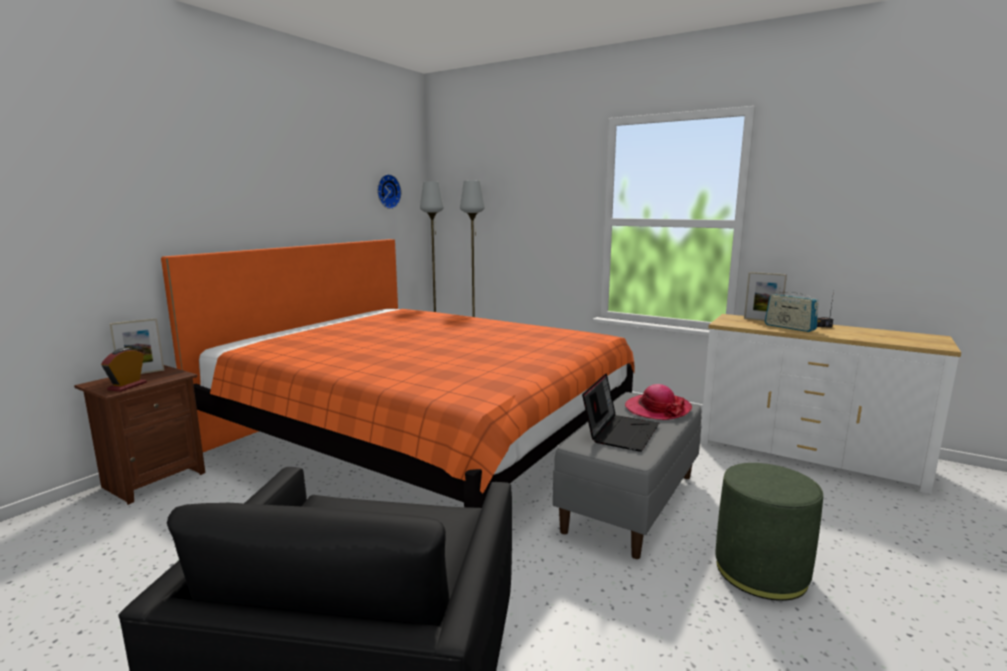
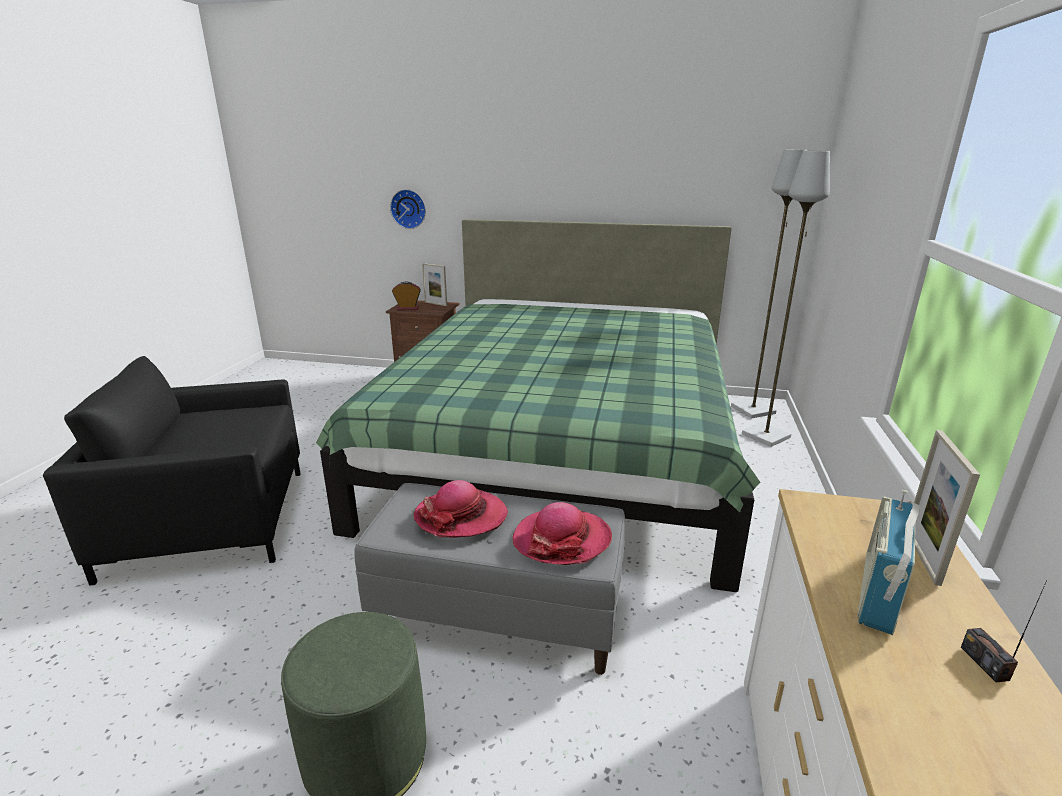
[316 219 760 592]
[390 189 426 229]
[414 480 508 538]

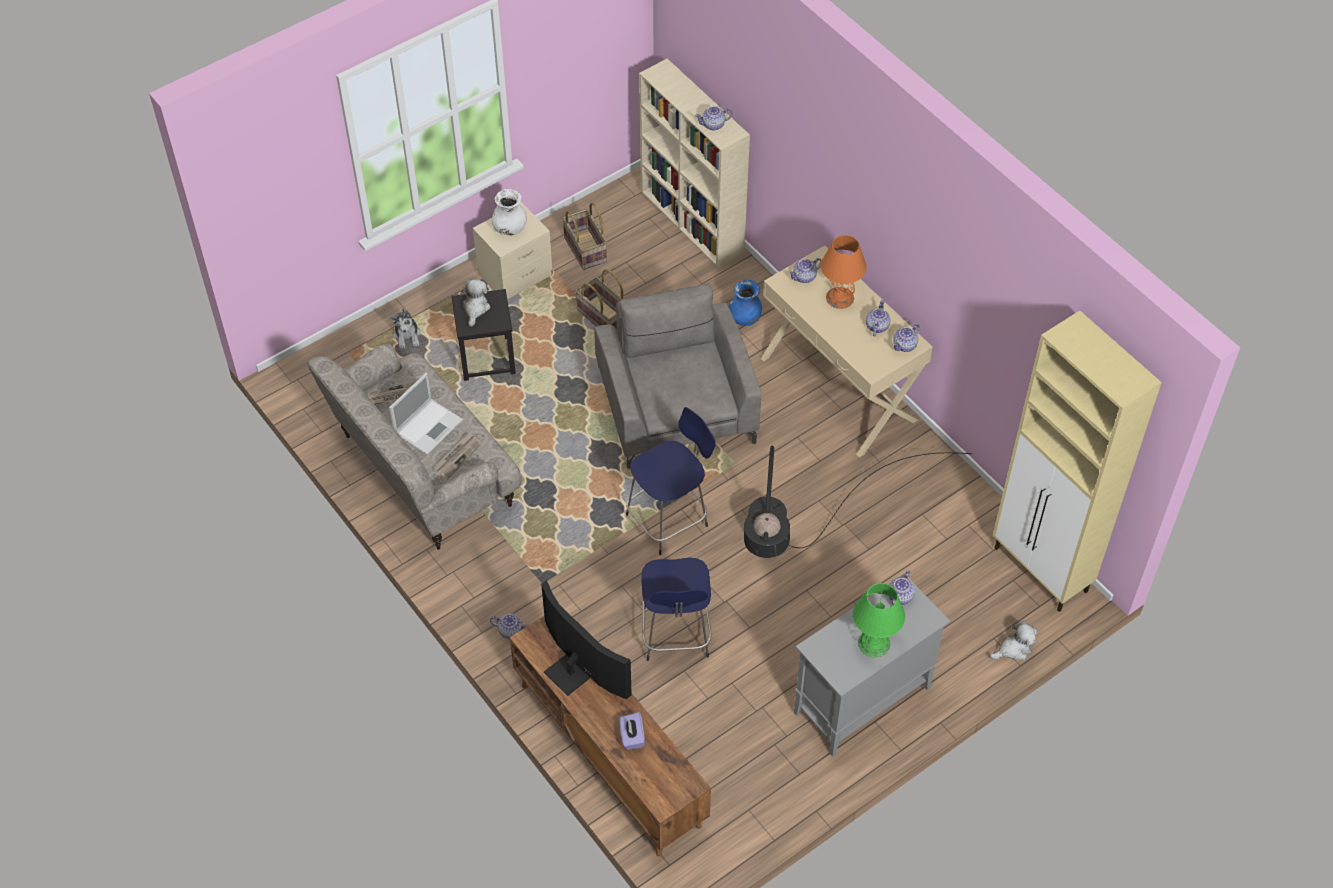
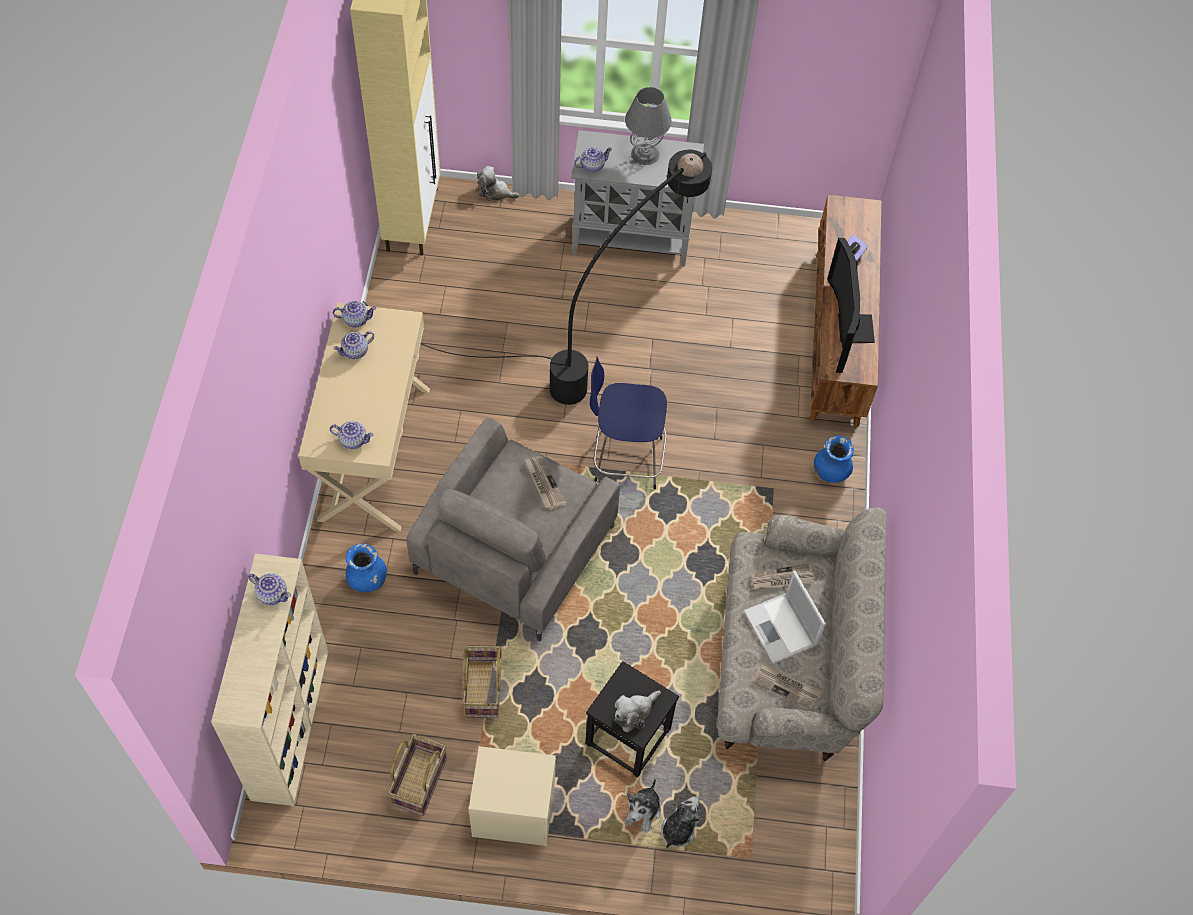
[744 571 826 664]
[814 435 854 483]
[492 189 527 236] (first image)
[641 558 712 661] (first image)
[821 235 867 309] (first image)
[625 87 672 165]
[525 456 567 510]
[625 779 661 833]

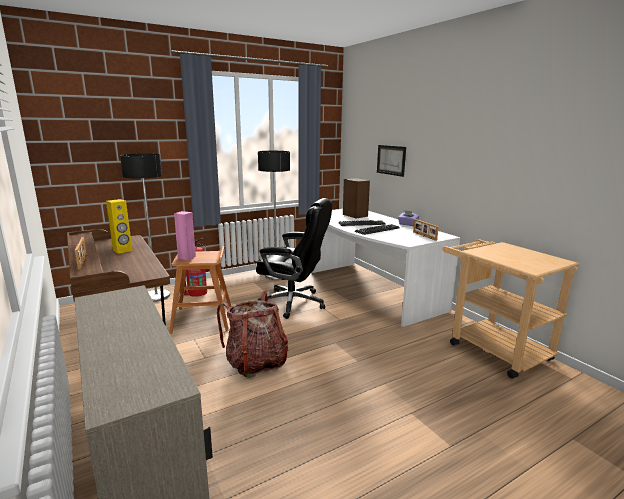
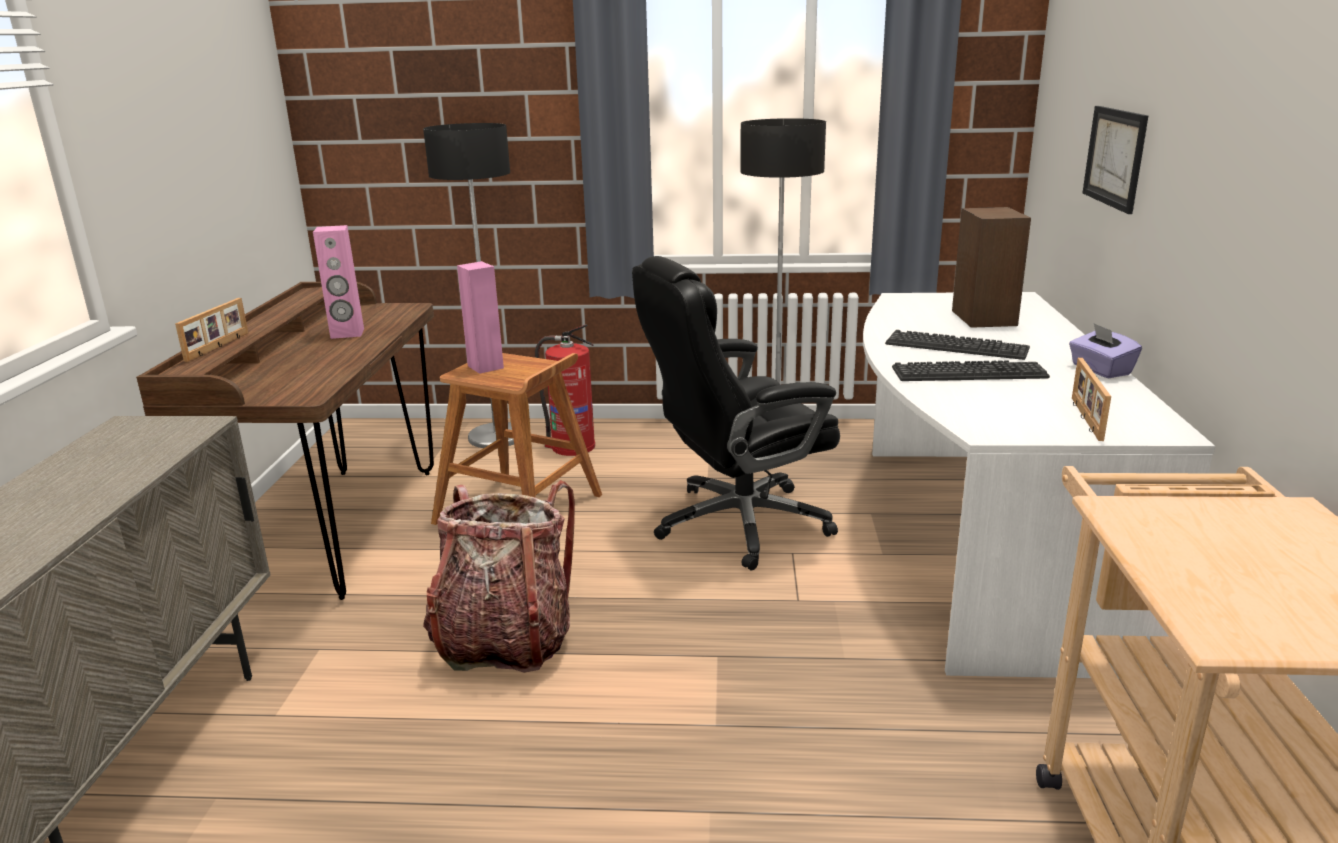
[313 225 364 339]
[632 256 840 570]

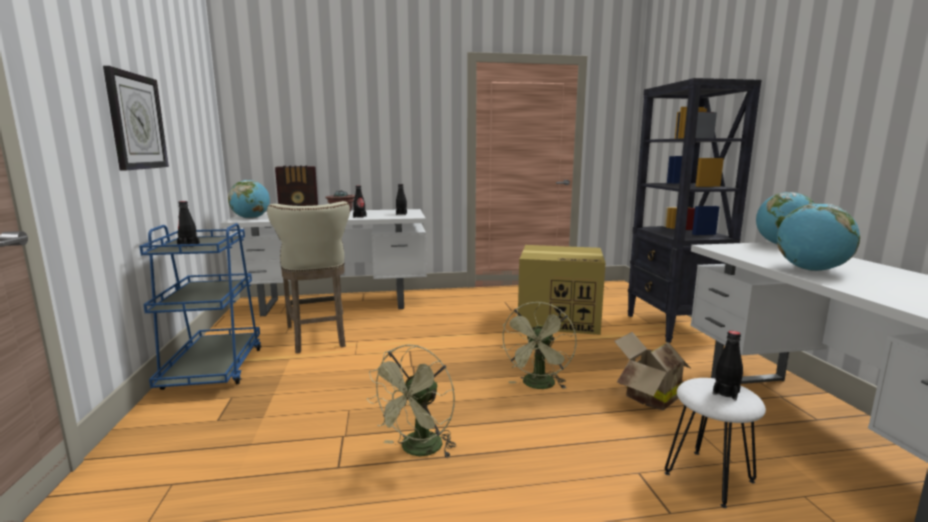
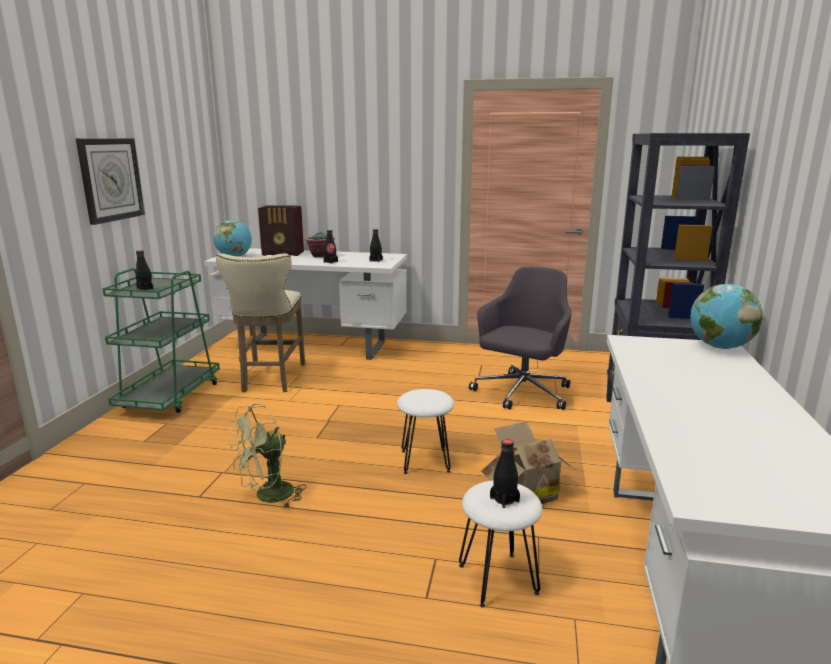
[102 268 220 413]
[397 389 454 474]
[469 266 572 410]
[777 204 860 271] (first image)

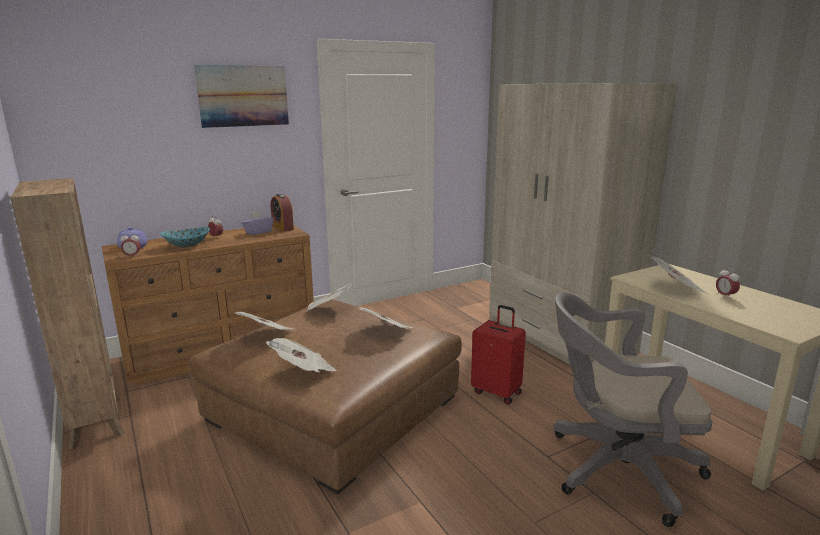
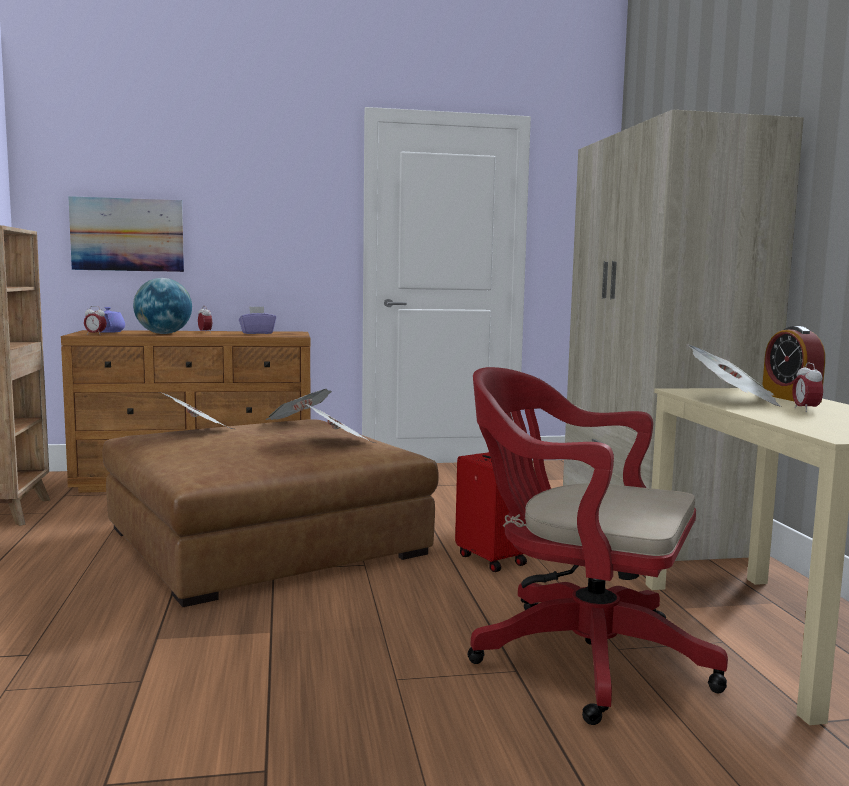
[133 278 192 334]
[68 196 184 272]
[266 338 336 373] (first image)
[762 326 825 402]
[468 367 728 725]

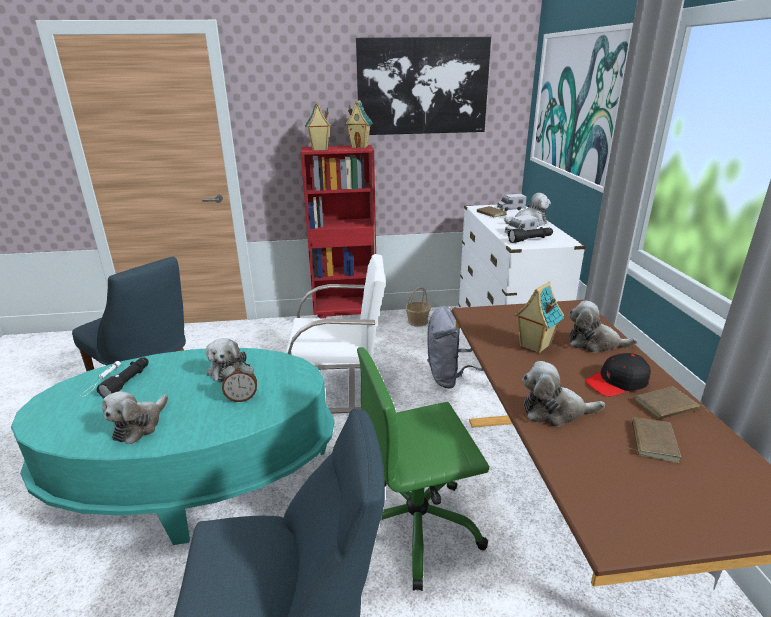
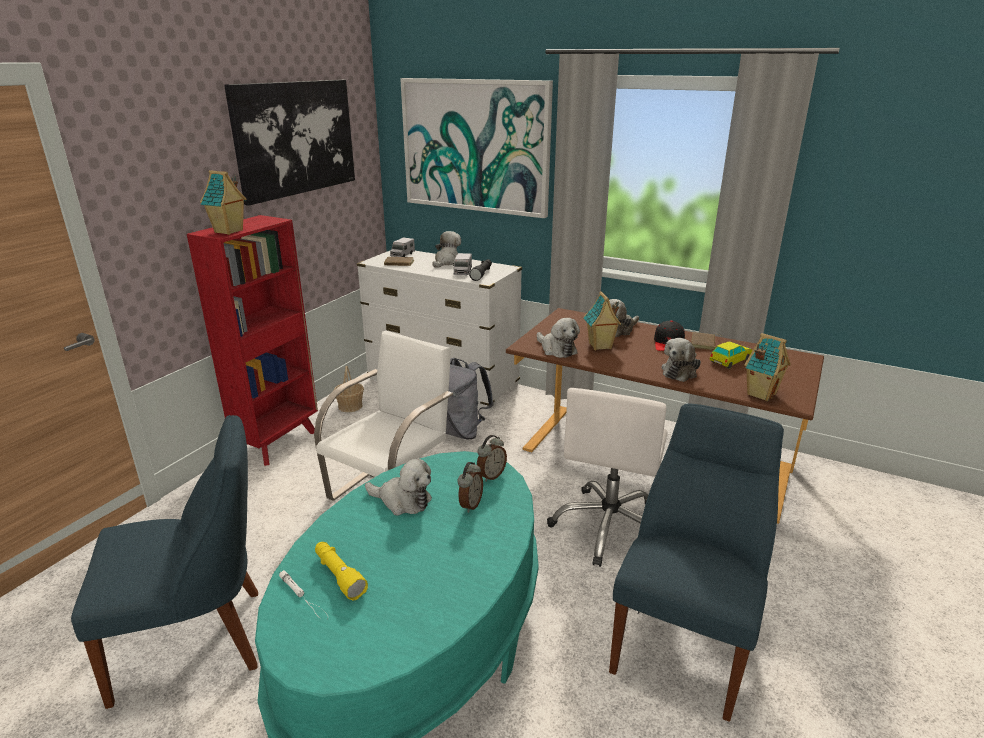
[315 542 368 600]
[537 318 580 358]
[744 333 791 401]
[547 388 668 567]
[710 341 753 369]
[477 435 507 482]

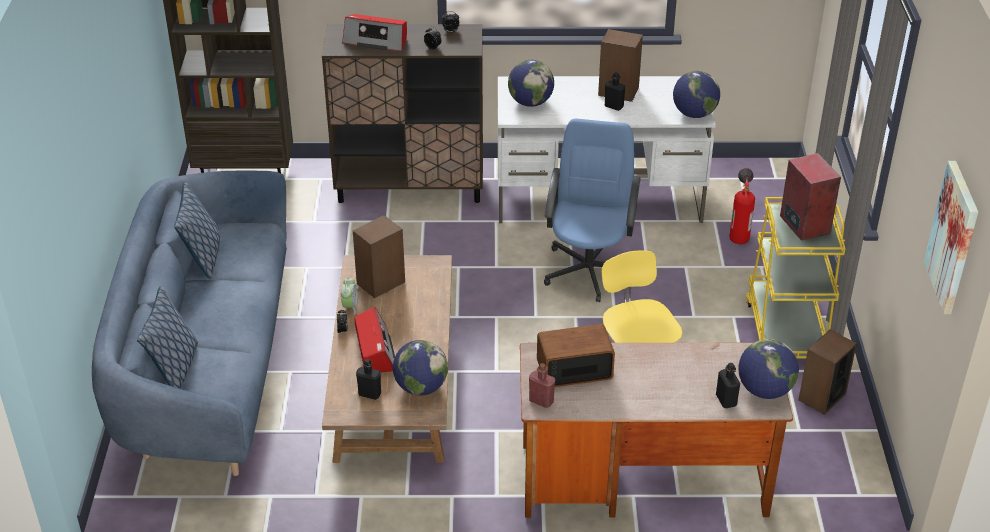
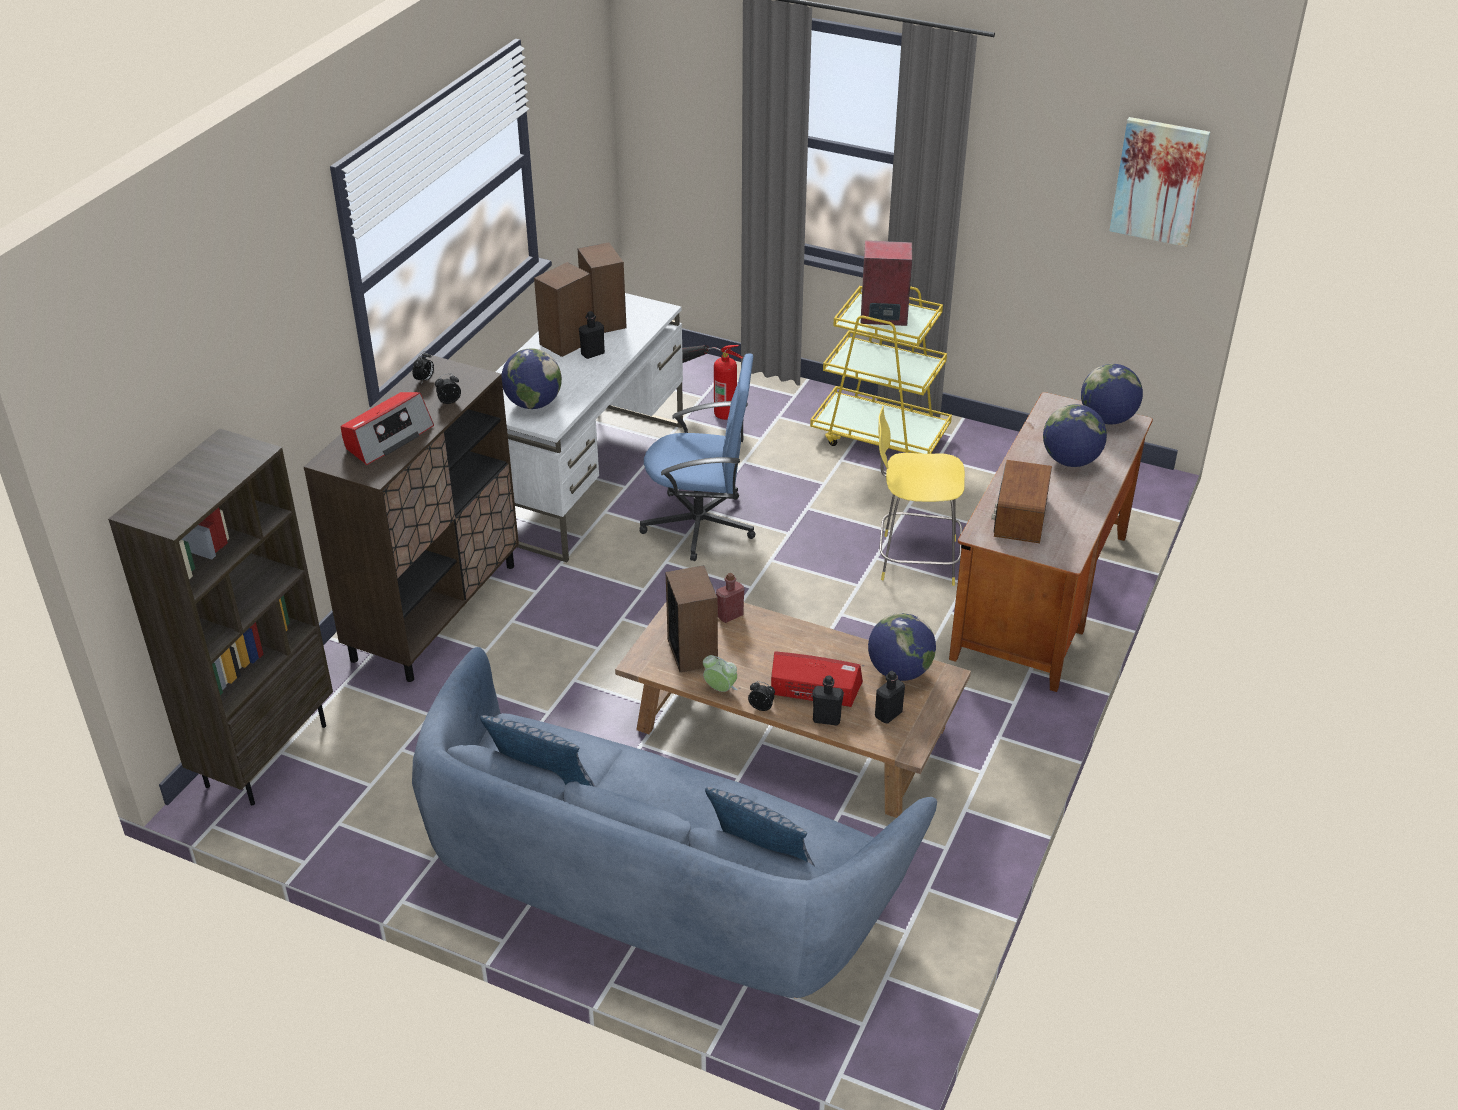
[716 573 744 623]
[640 353 756 561]
[1043 404 1107 467]
[813 675 844 726]
[577 242 627 333]

